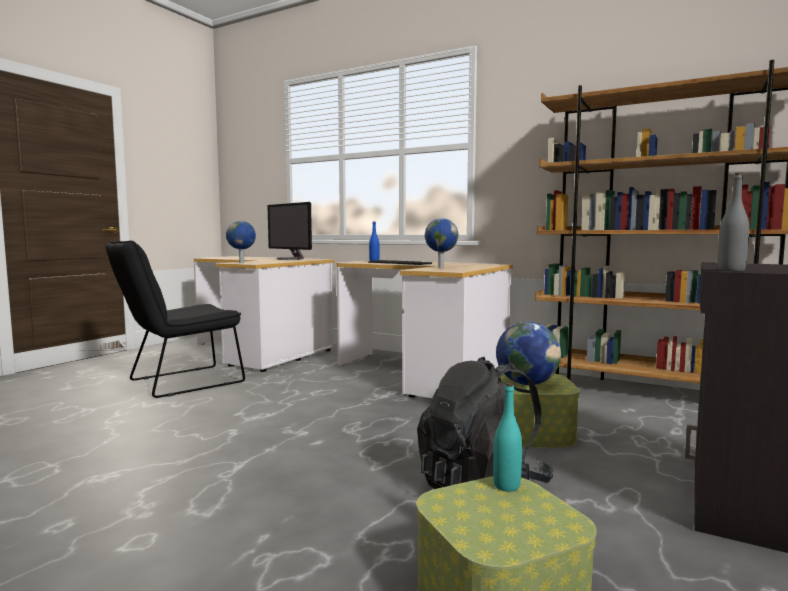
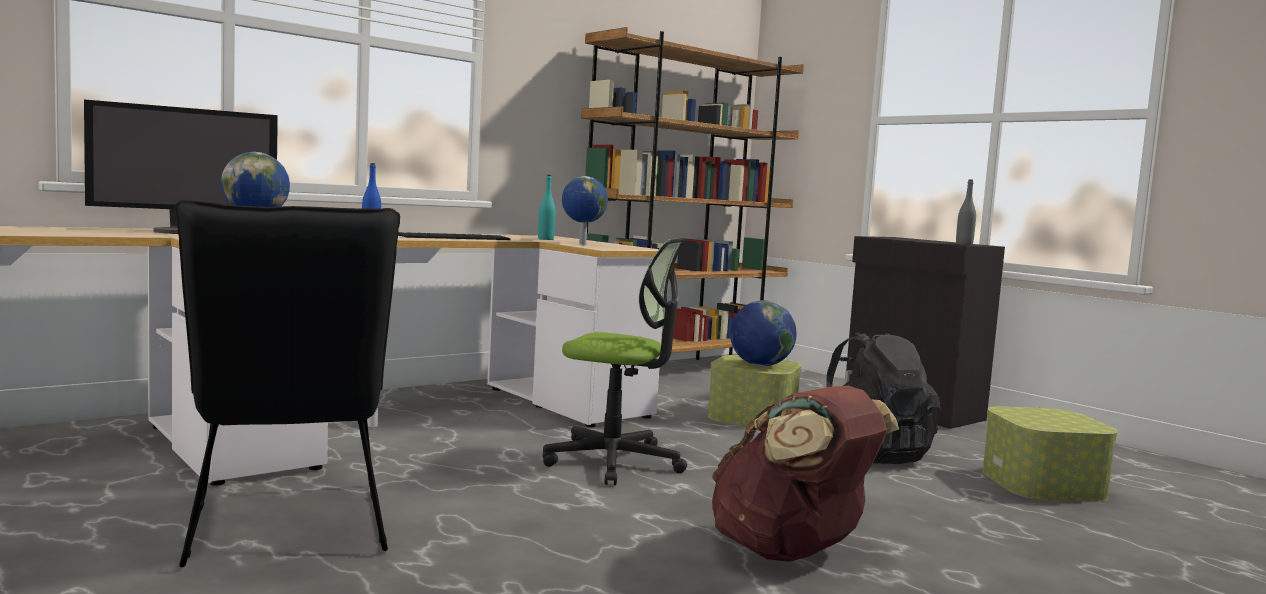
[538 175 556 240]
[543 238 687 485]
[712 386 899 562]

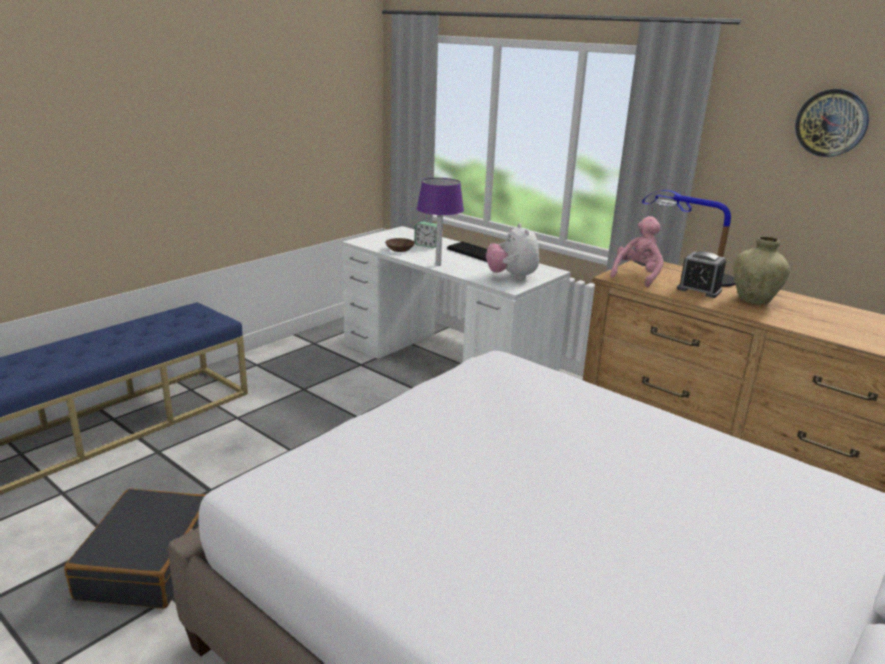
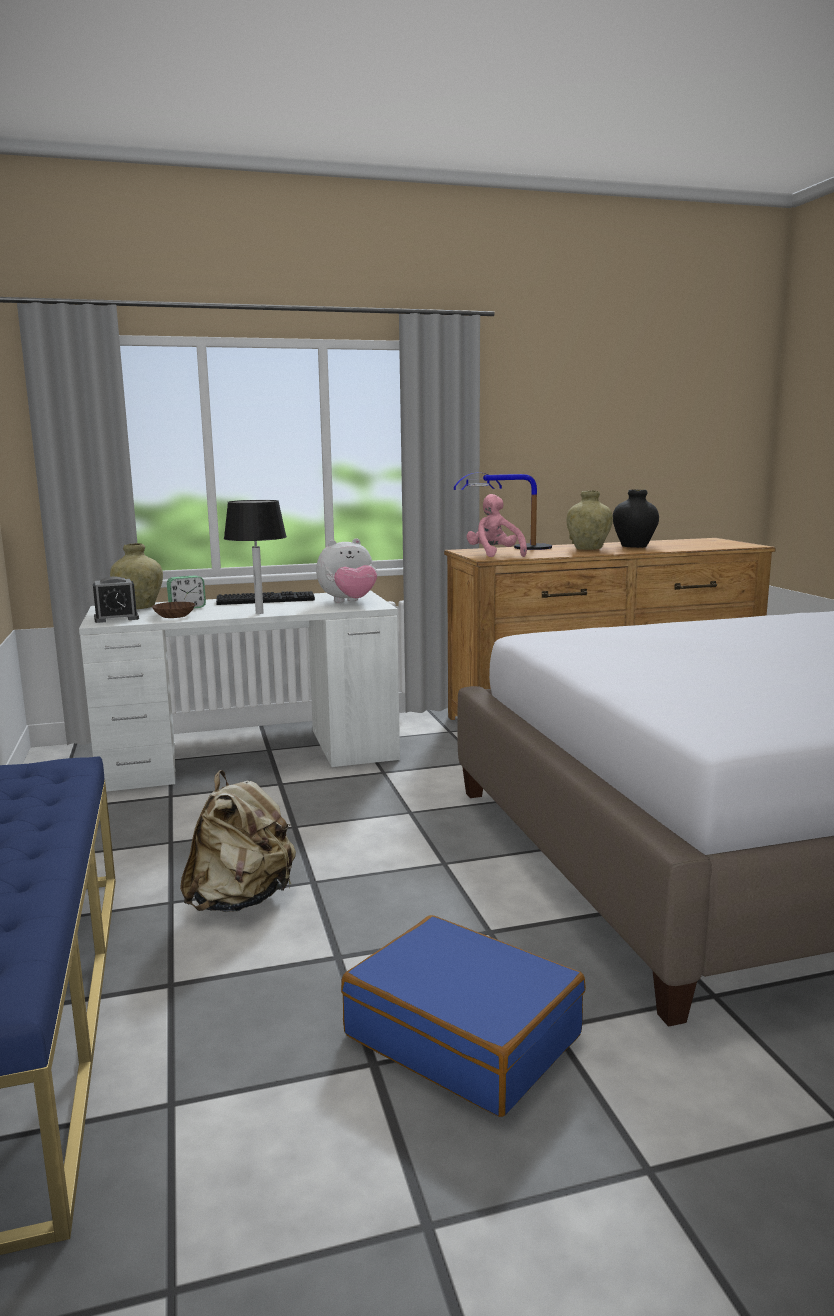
[341 915 586 1117]
[224 500 287 614]
[316 538 377 602]
[93 577 139 623]
[795 89 869 157] (first image)
[110 543 163 609]
[180 770 296 912]
[613 489 659 548]

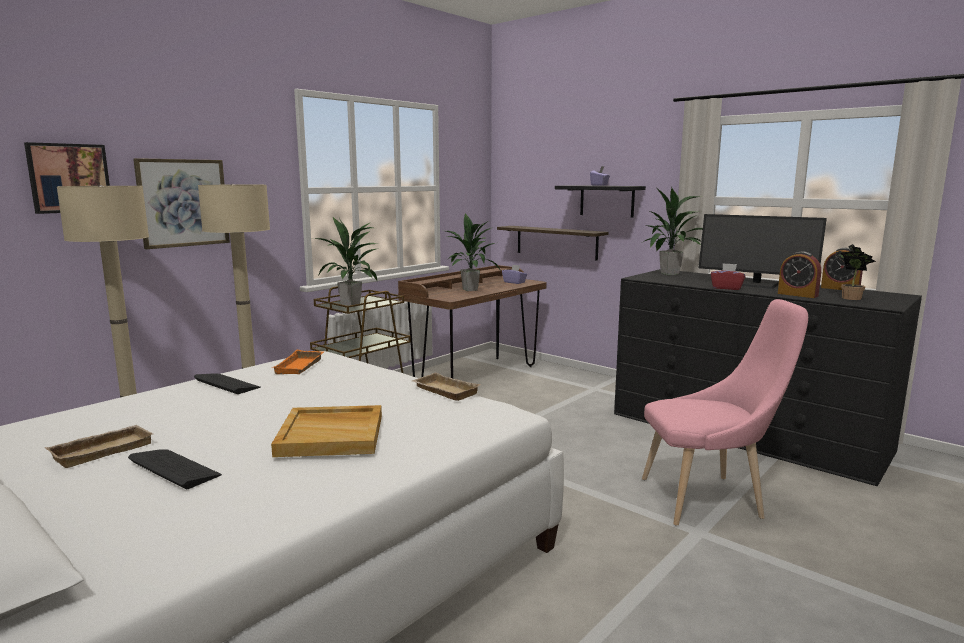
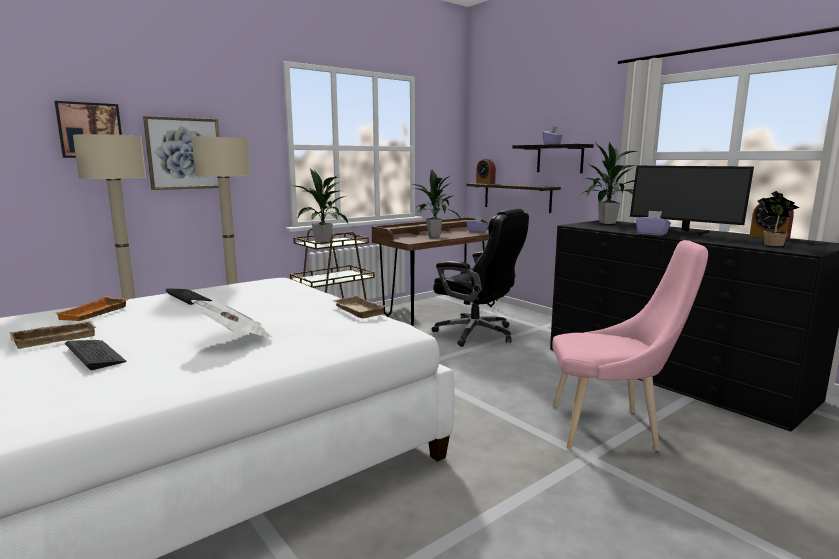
[191 300 272 338]
[56 296 129 321]
[636 211 671 236]
[476 158 496 184]
[432 208 529 347]

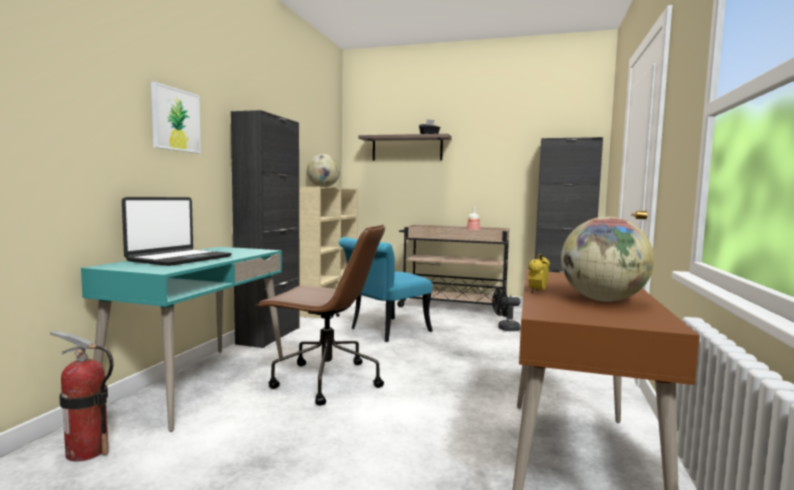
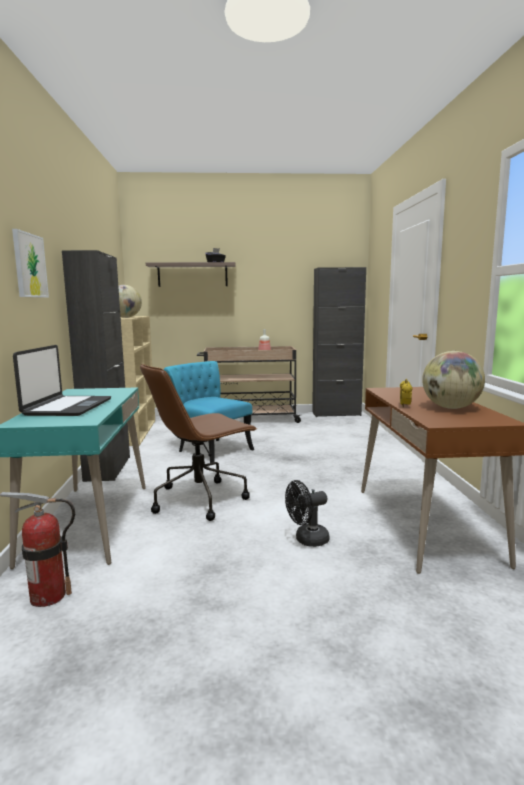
[140 364 257 521]
[163 361 254 463]
[285 480 329 547]

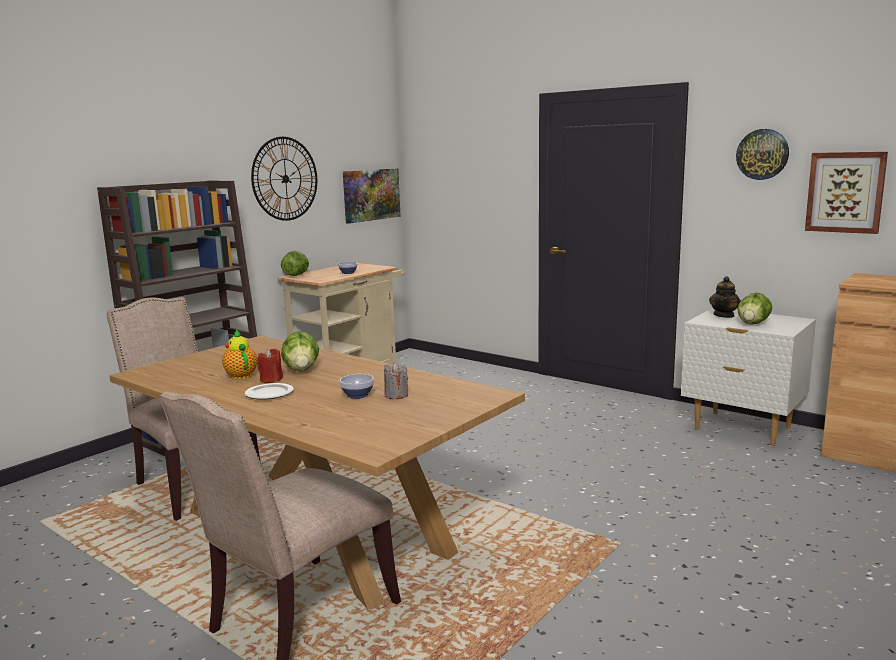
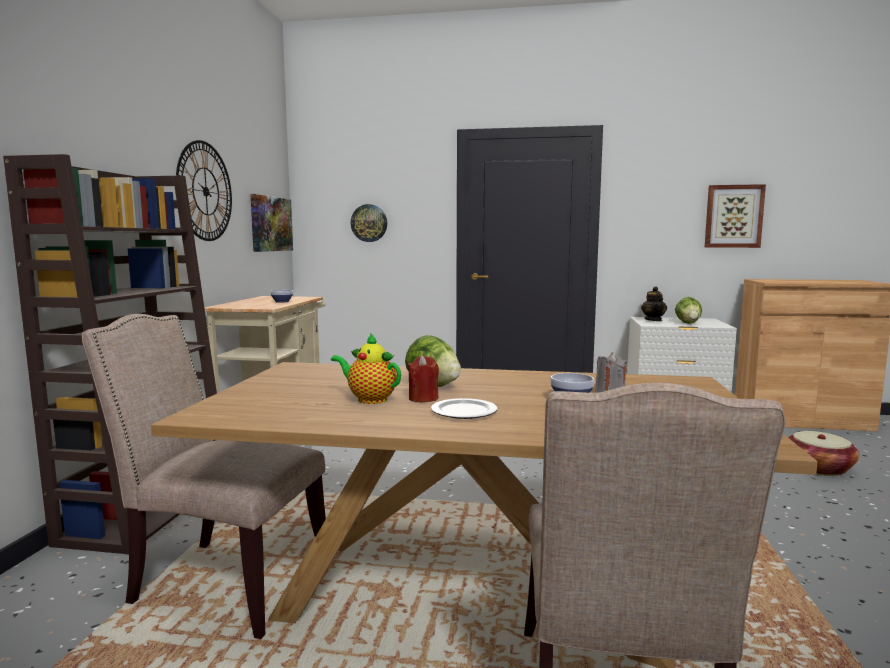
[281 251 309 276] (first image)
[351 204 387 242]
[788 431 859 476]

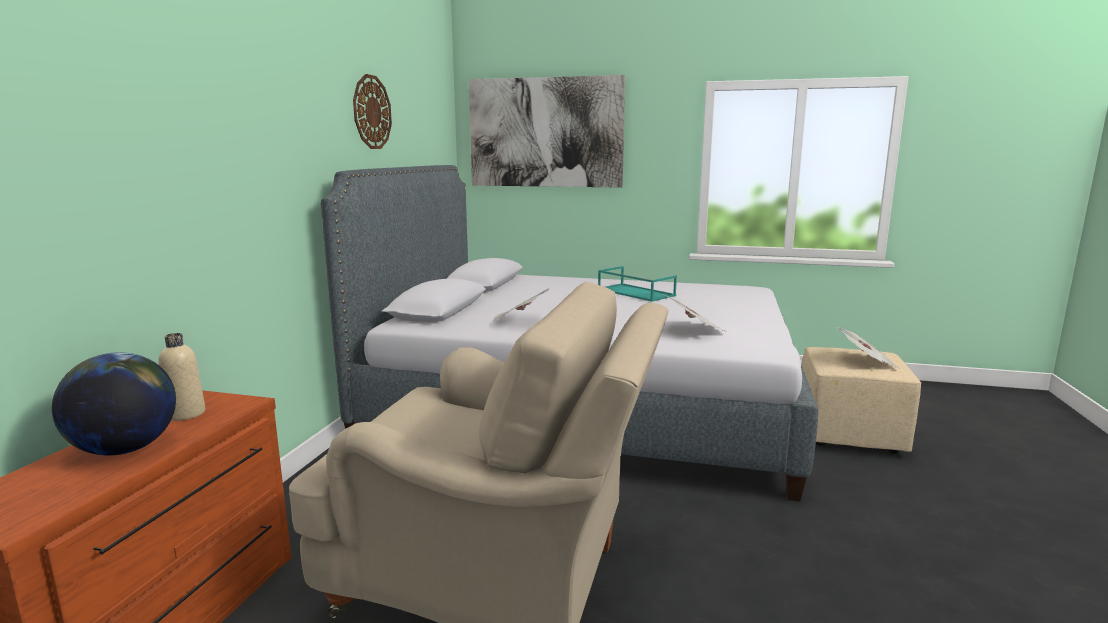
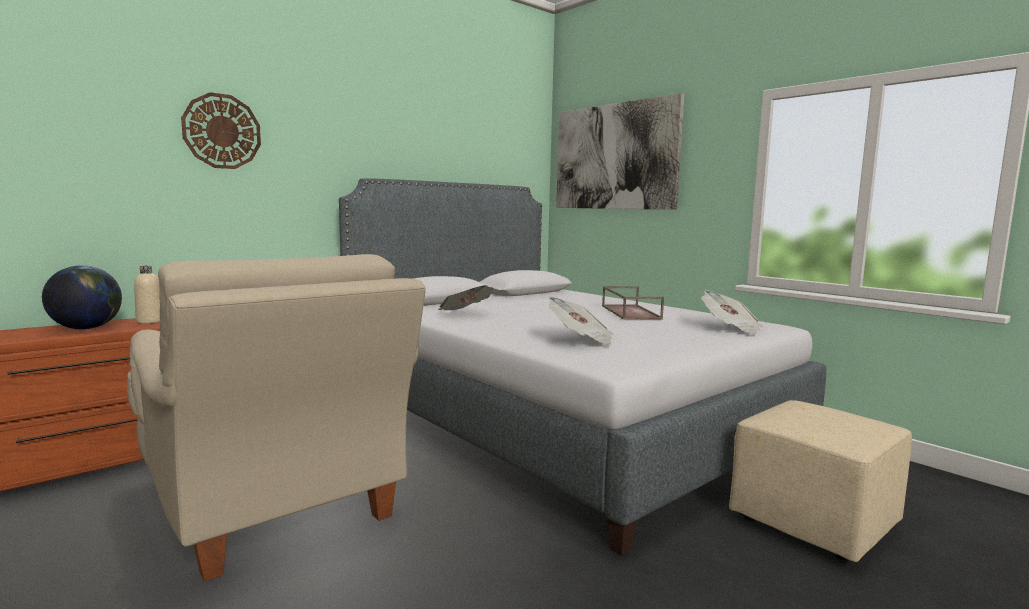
[181 92 261 169]
[602 286 664 320]
[701 290 763 335]

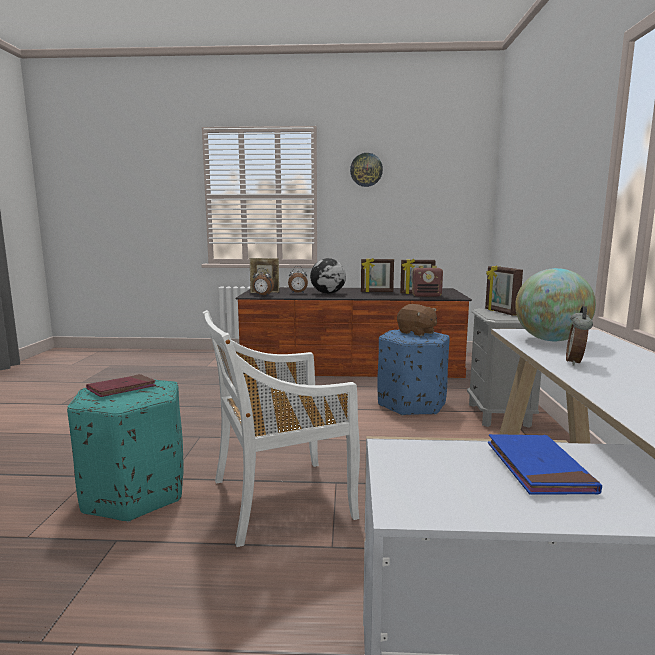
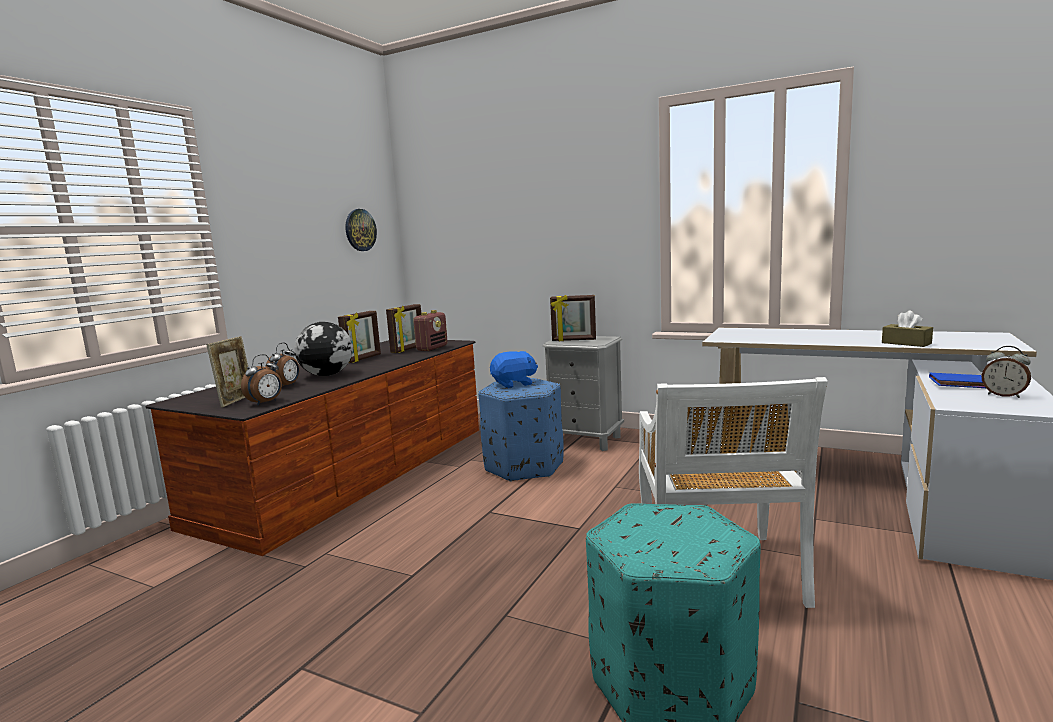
[86 374 156 397] (first image)
[345 209 377 251]
[490 351 538 388]
[515 268 596 341] (first image)
[981 346 1031 398]
[882 310 933 347]

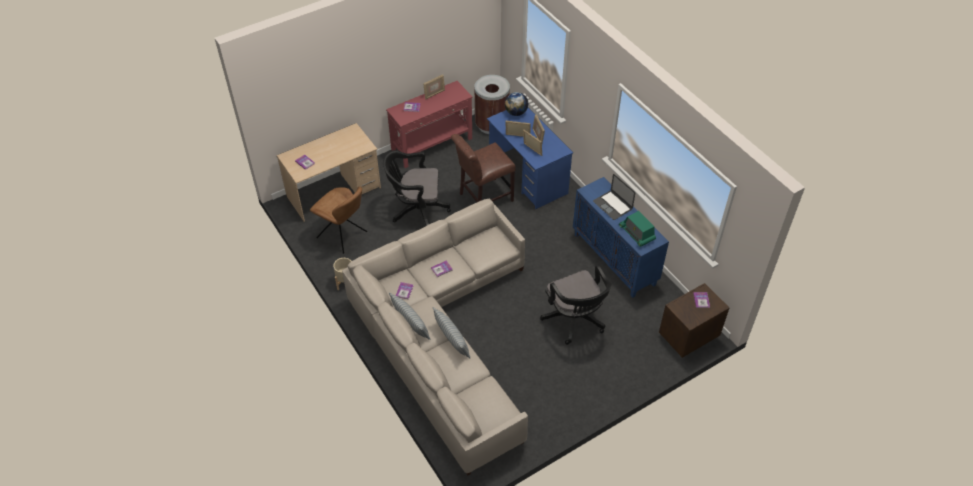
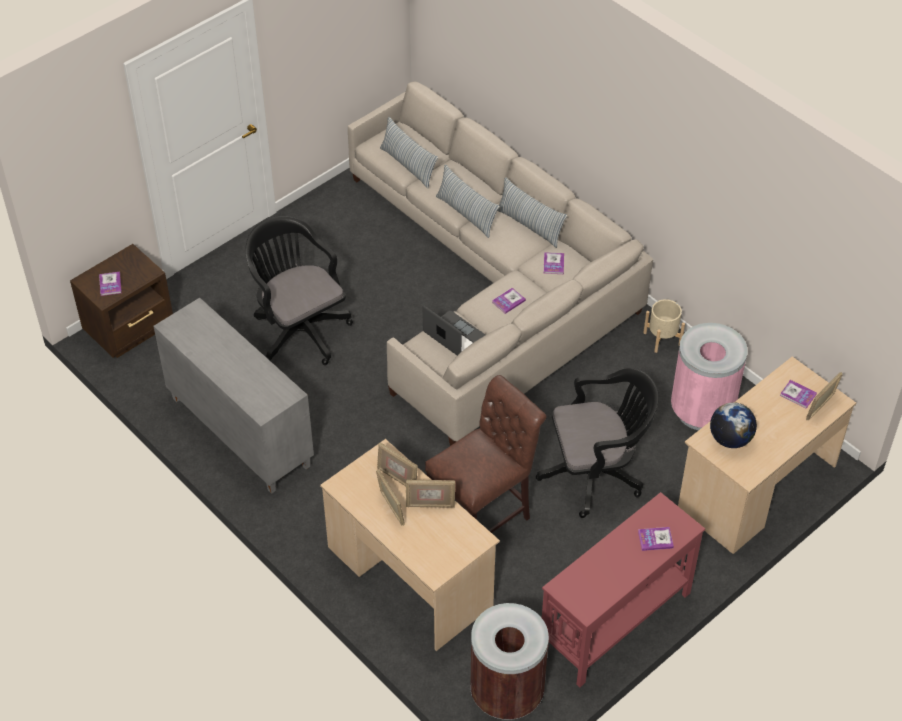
[671 323 748 430]
[806 372 843 420]
[320 439 500 651]
[710 402 757 448]
[154 298 314 494]
[423 305 485 356]
[619 211 656 247] (first image)
[380 117 438 188]

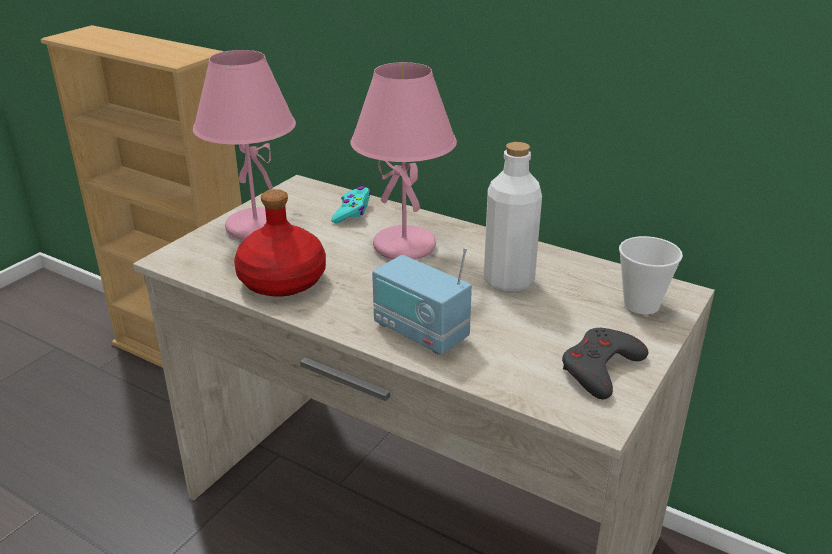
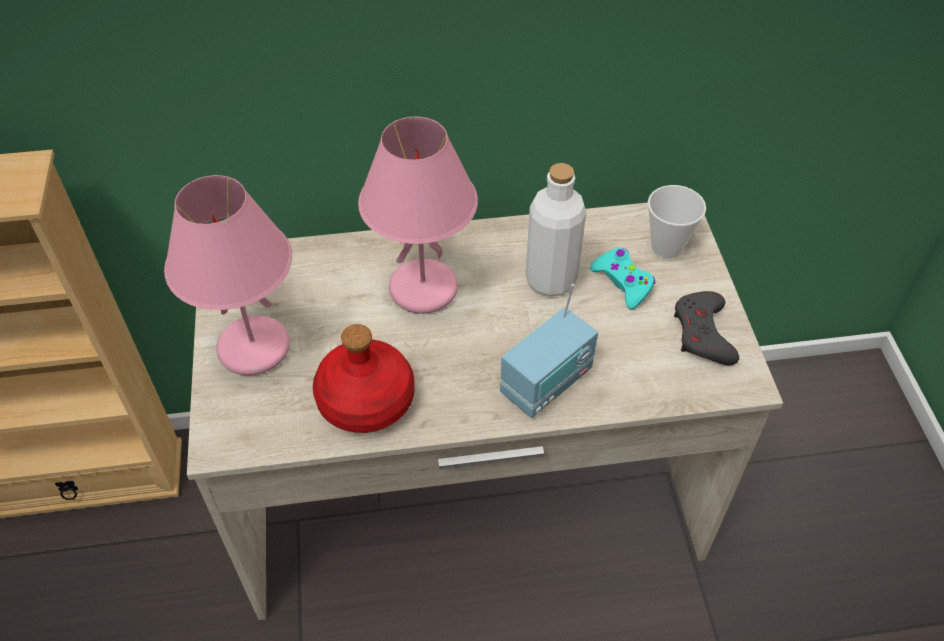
[590 248 655 309]
[500 284 598 418]

